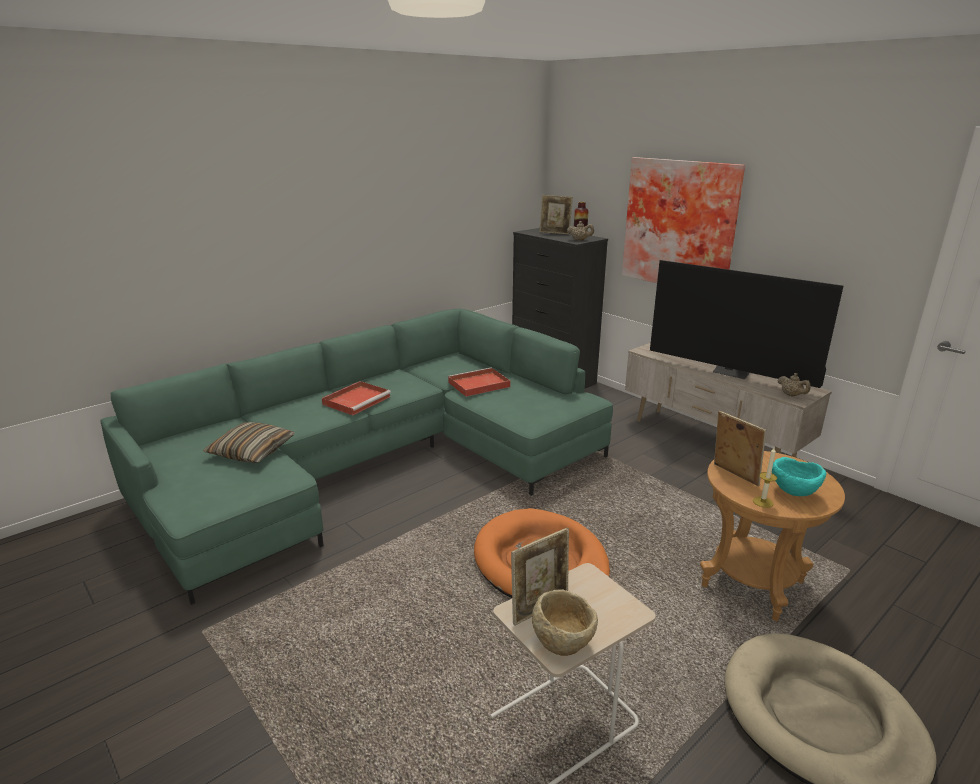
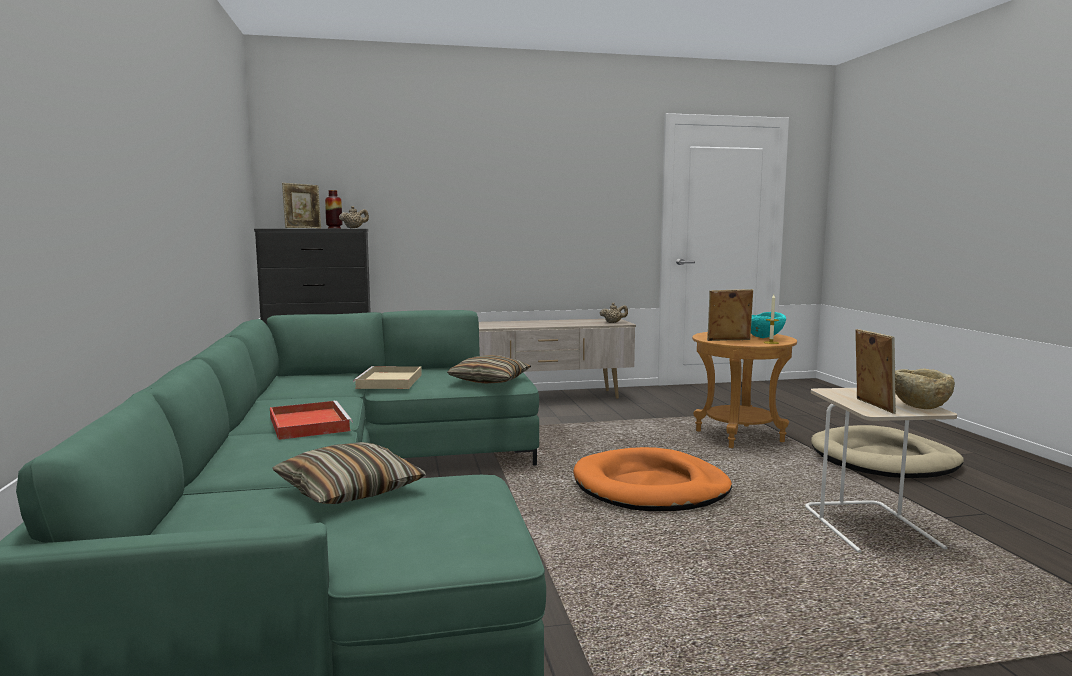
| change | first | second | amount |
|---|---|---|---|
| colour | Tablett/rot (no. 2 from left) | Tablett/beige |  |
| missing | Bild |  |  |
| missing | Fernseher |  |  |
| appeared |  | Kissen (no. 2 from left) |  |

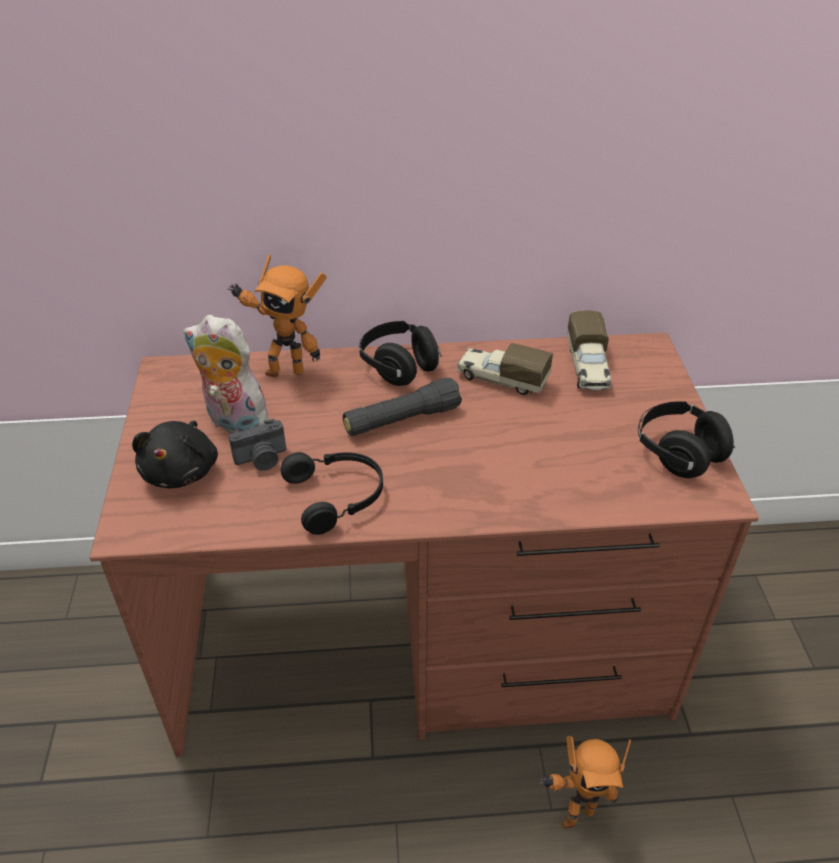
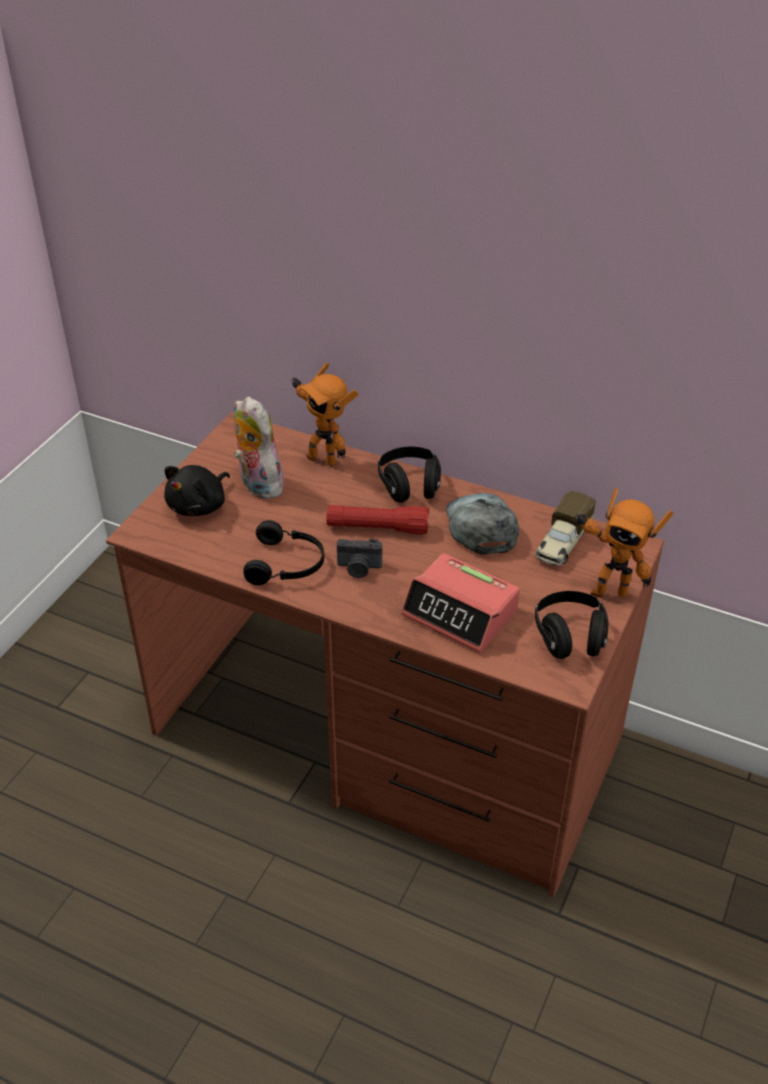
| change | first | second | amount |
|---|---|---|---|
| relocated | Kamera |  |  |
| colour | Taschenlampe/schwarz | Taschenlampe/rot |  |
| exchanged | Spielzeuglaster (no. 1 from left) | Kappe/grau |  |
| relocated | Spielzeugroboter (no. 2 from left) |  |  |
| appeared |  | Wecker |  |

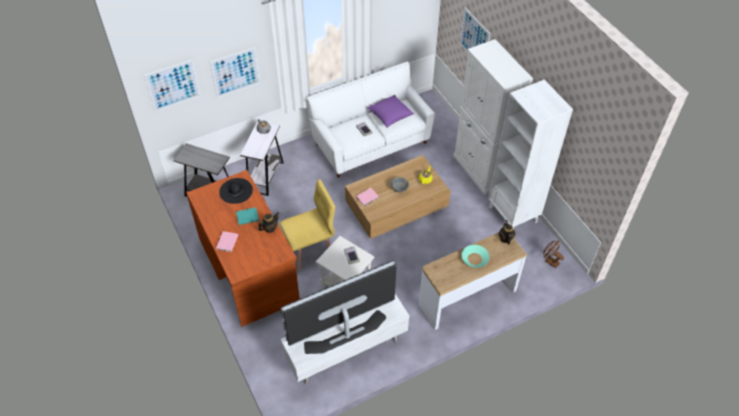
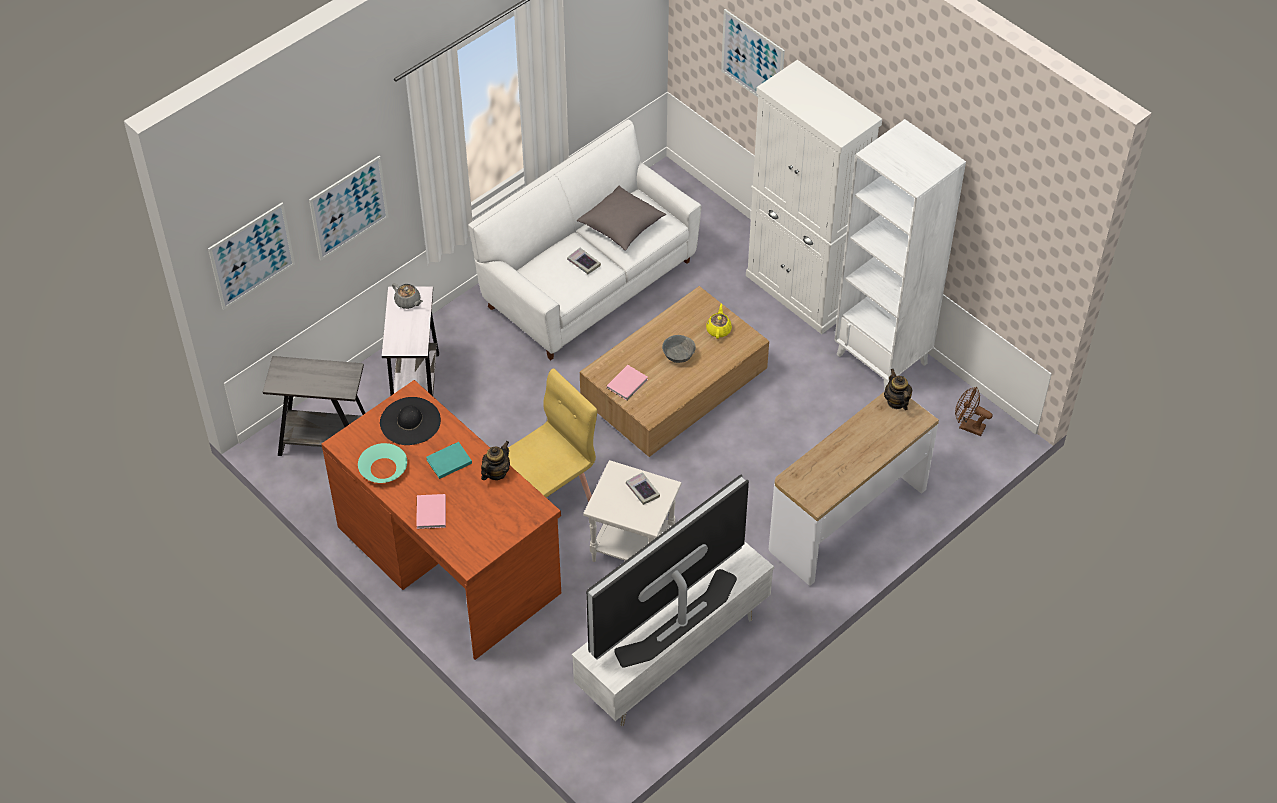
| change | first | second | amount |
|---|---|---|---|
| colour | Kissen/lila | Kissen/grau |  |
| relocated | Schüssel/türkis |  |  |

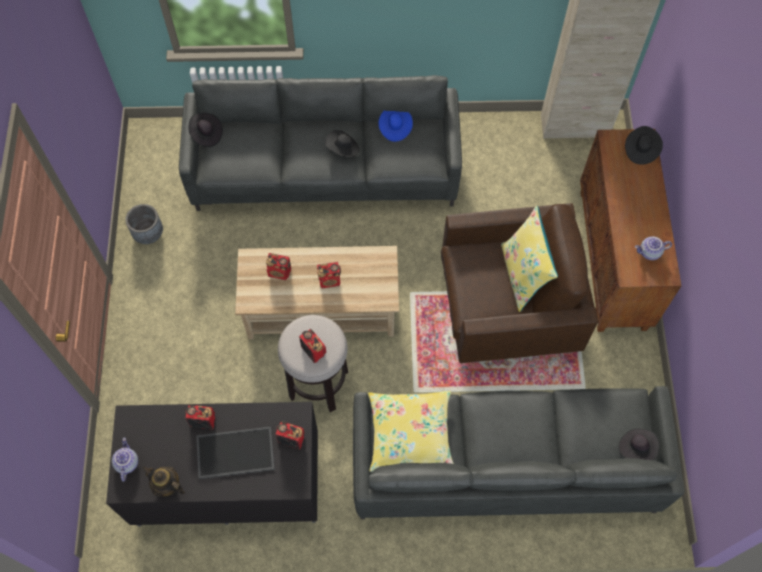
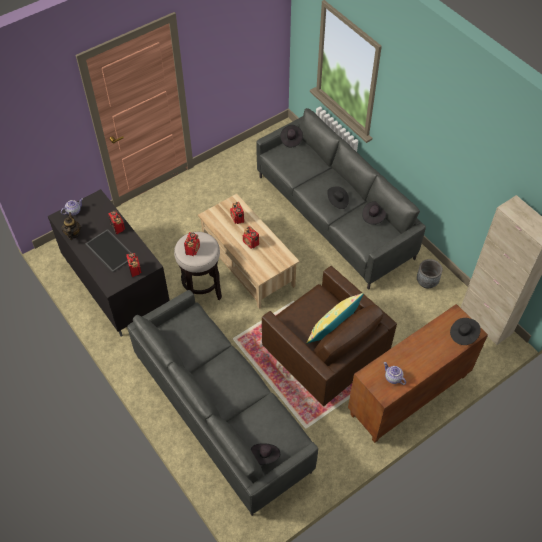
| change | first | second | amount |
|---|---|---|---|
| relocated | Pflanzkübel/grau |  |  |
| missing | Kissen/gelb (no. 1 from left) |  |  |
| colour | Hut/blau | Hut/schwarz (no. 4 from left) |  |

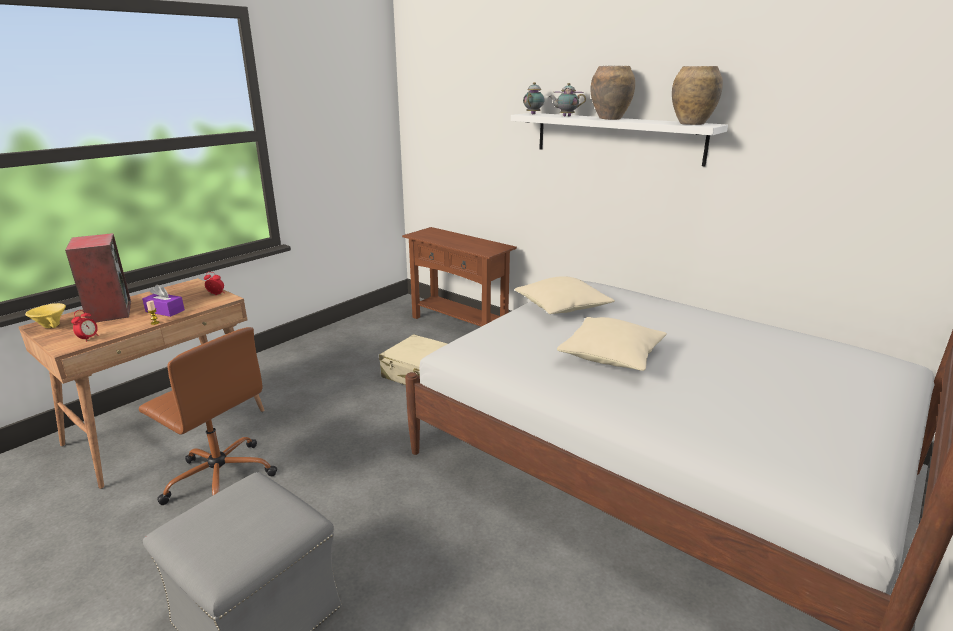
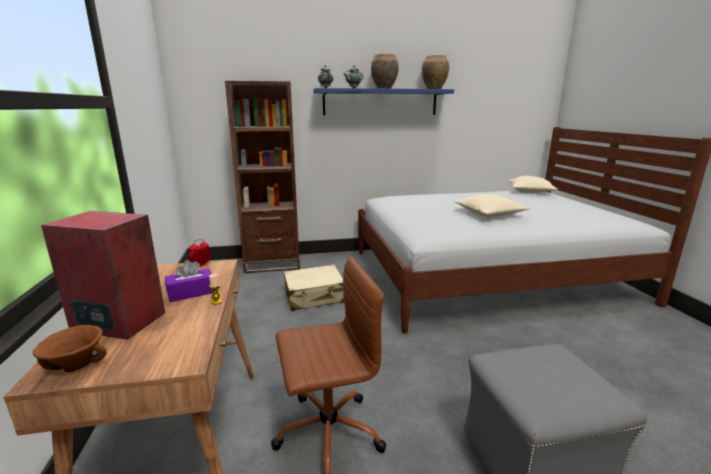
| change | first | second | amount |
|---|---|---|---|
| colour | Schüssel/gelb | Schüssel/braun |  |
| missing | Wecker (no. 1 from left) |  |  |
| exchanged | Konsolentisch/braun | Bücherregal/braun |  |
| colour | Wandregal/weiß | Wandregal/blau |  |
| relocated | Kissen/beige (no. 1 from left in the first image) | Kissen/beige (no. 2 from left) |  |

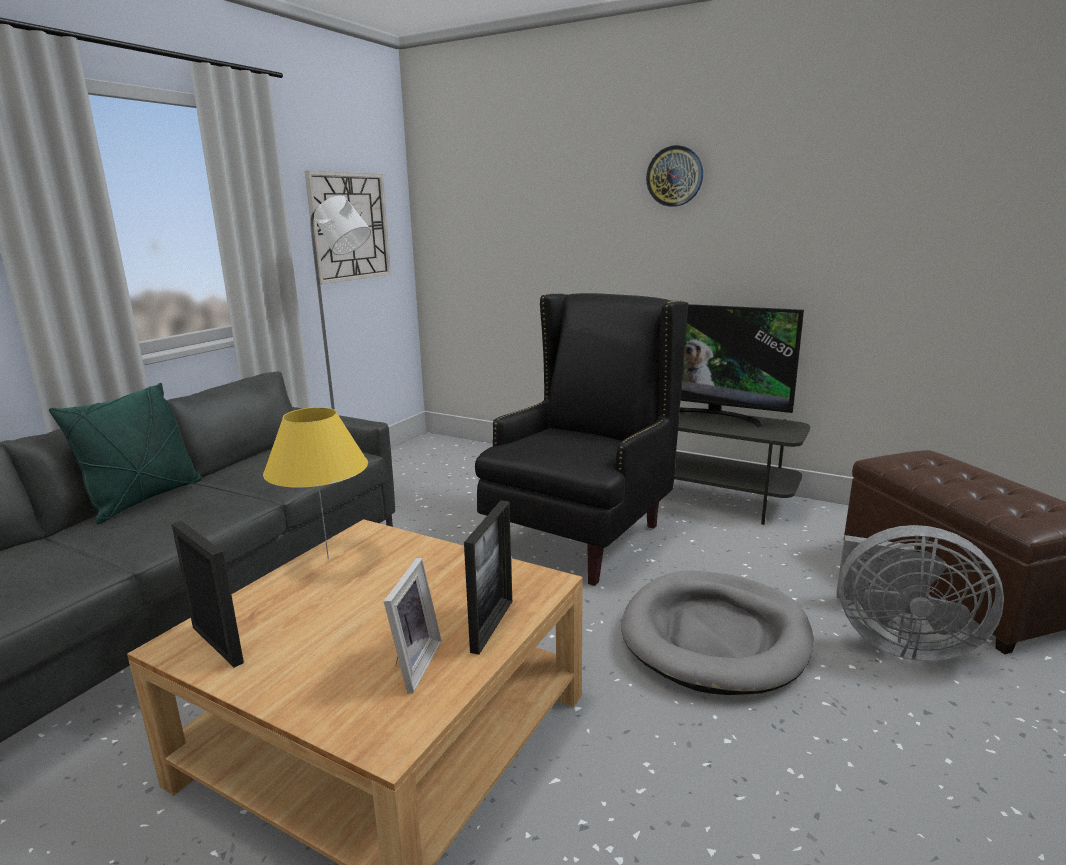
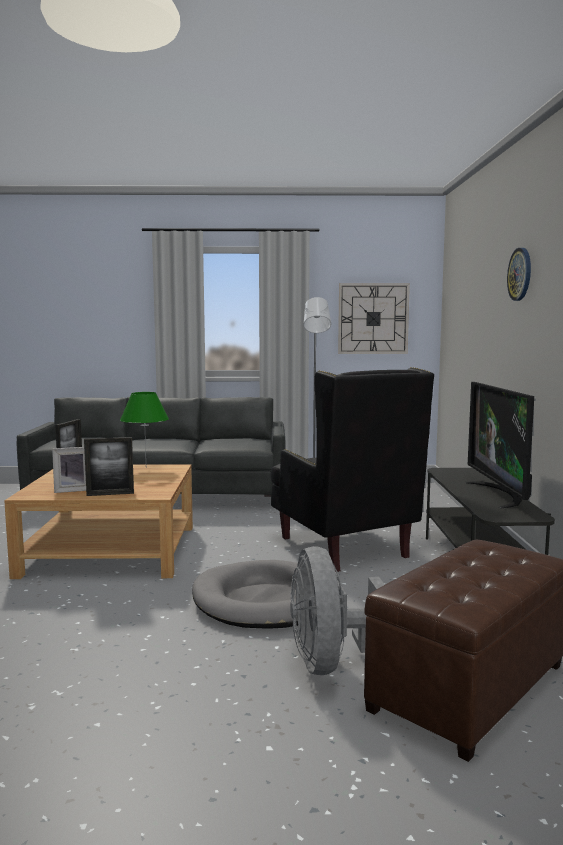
| change | first | second | amount |
|---|---|---|---|
| missing | Kissen/grün |  |  |
| colour | Tischlampe/gelb | Tischlampe/grün |  |
| spun | Sessel/schwarz |  | 60 degrees clockwise |

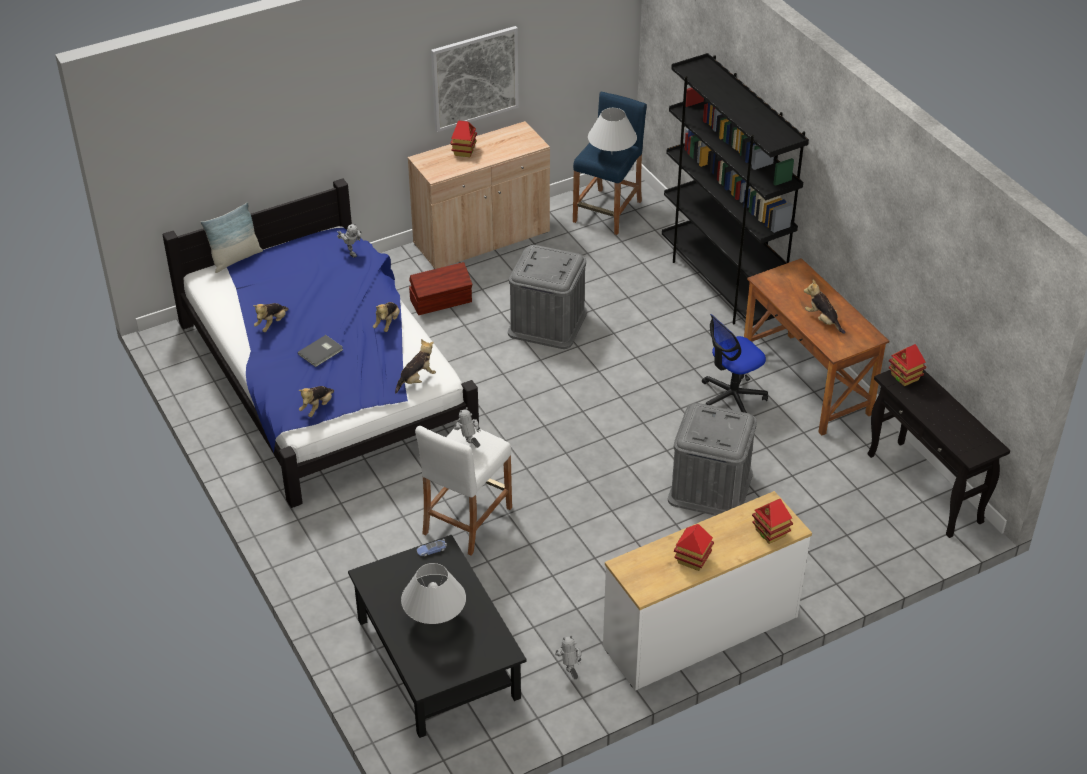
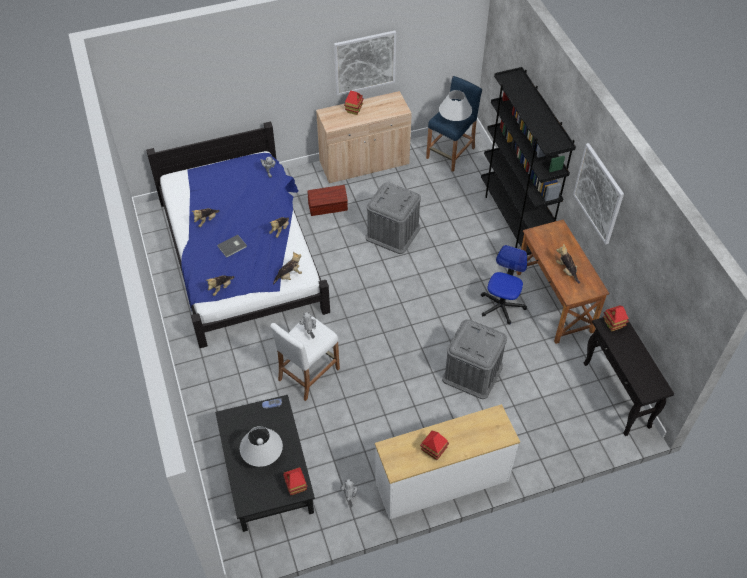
| change | first | second | amount |
|---|---|---|---|
| missing | Kissen |  |  |
| spun | Bürostuhl |  | 135 degrees clockwise |
| relocated | Spielzeughaus (no. 3 from left in the first image) | Spielzeughaus (no. 1 from left) |  |
| appeared |  | Bild (no. 2 from left) |  |

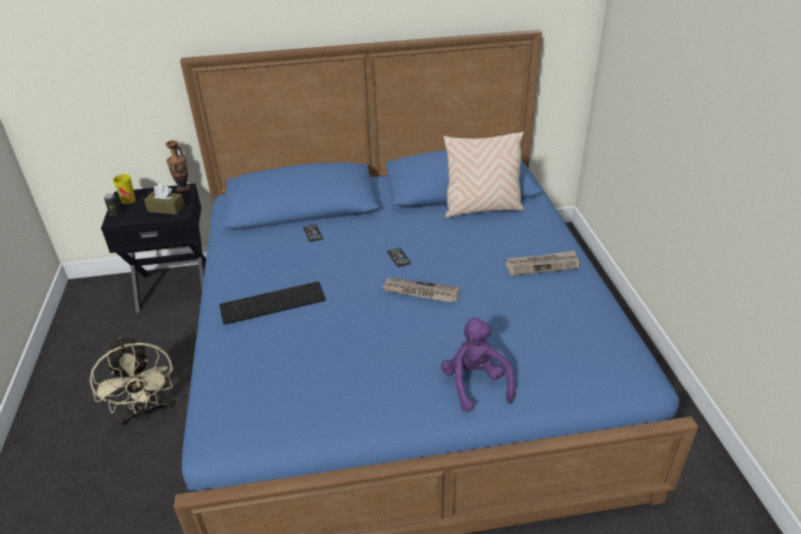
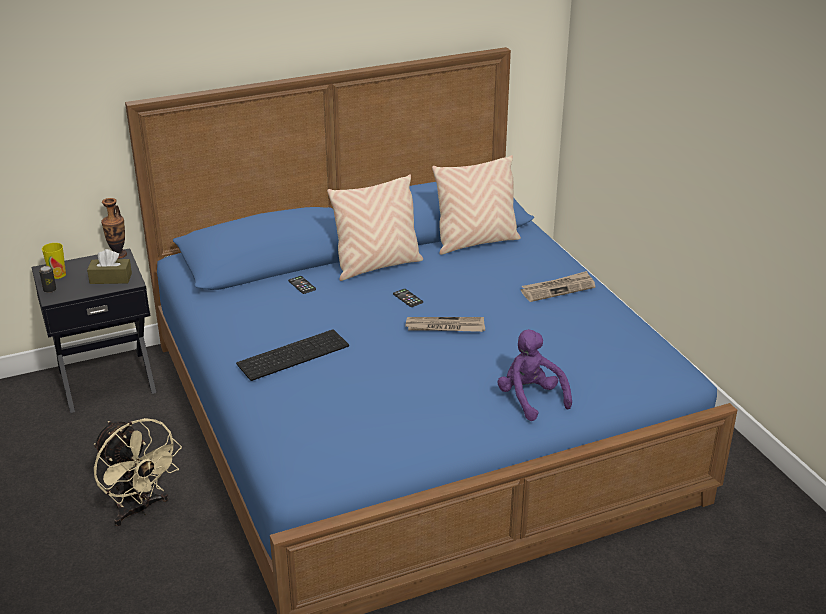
| change | first | second | amount |
|---|---|---|---|
| appeared |  | Kissen/beige (no. 1 from left) |  |

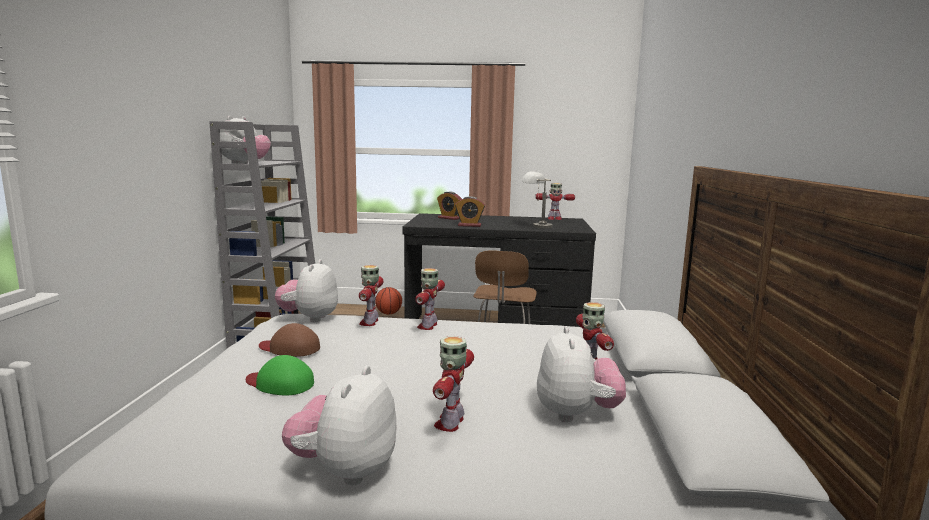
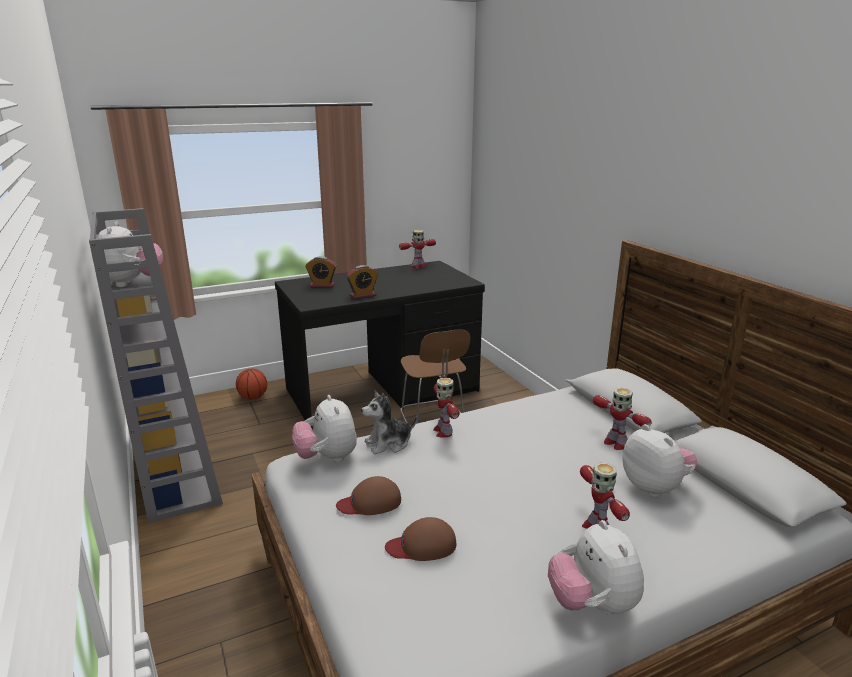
| change | first | second | amount |
|---|---|---|---|
| colour | Kappe/grün | Kappe/braun (no. 2 from left) |  |
| exchanged | Spielzeugroboter (no. 1 from left) | Plüschtier (no. 3 from left) |  |
| missing | Tischlampe/grau |  |  |

